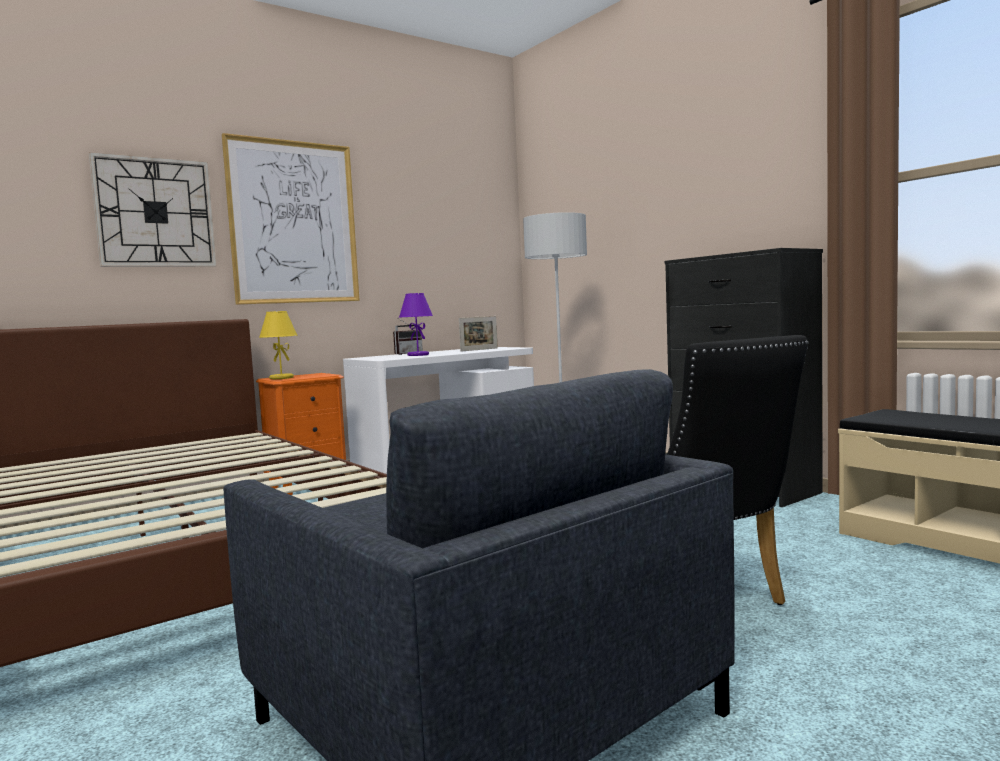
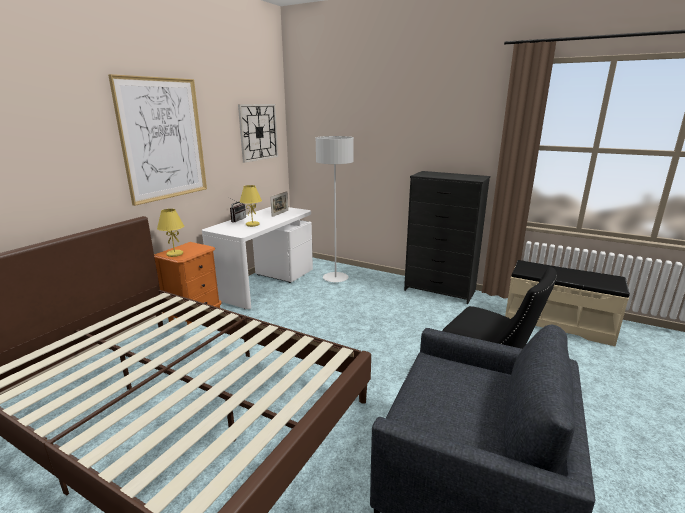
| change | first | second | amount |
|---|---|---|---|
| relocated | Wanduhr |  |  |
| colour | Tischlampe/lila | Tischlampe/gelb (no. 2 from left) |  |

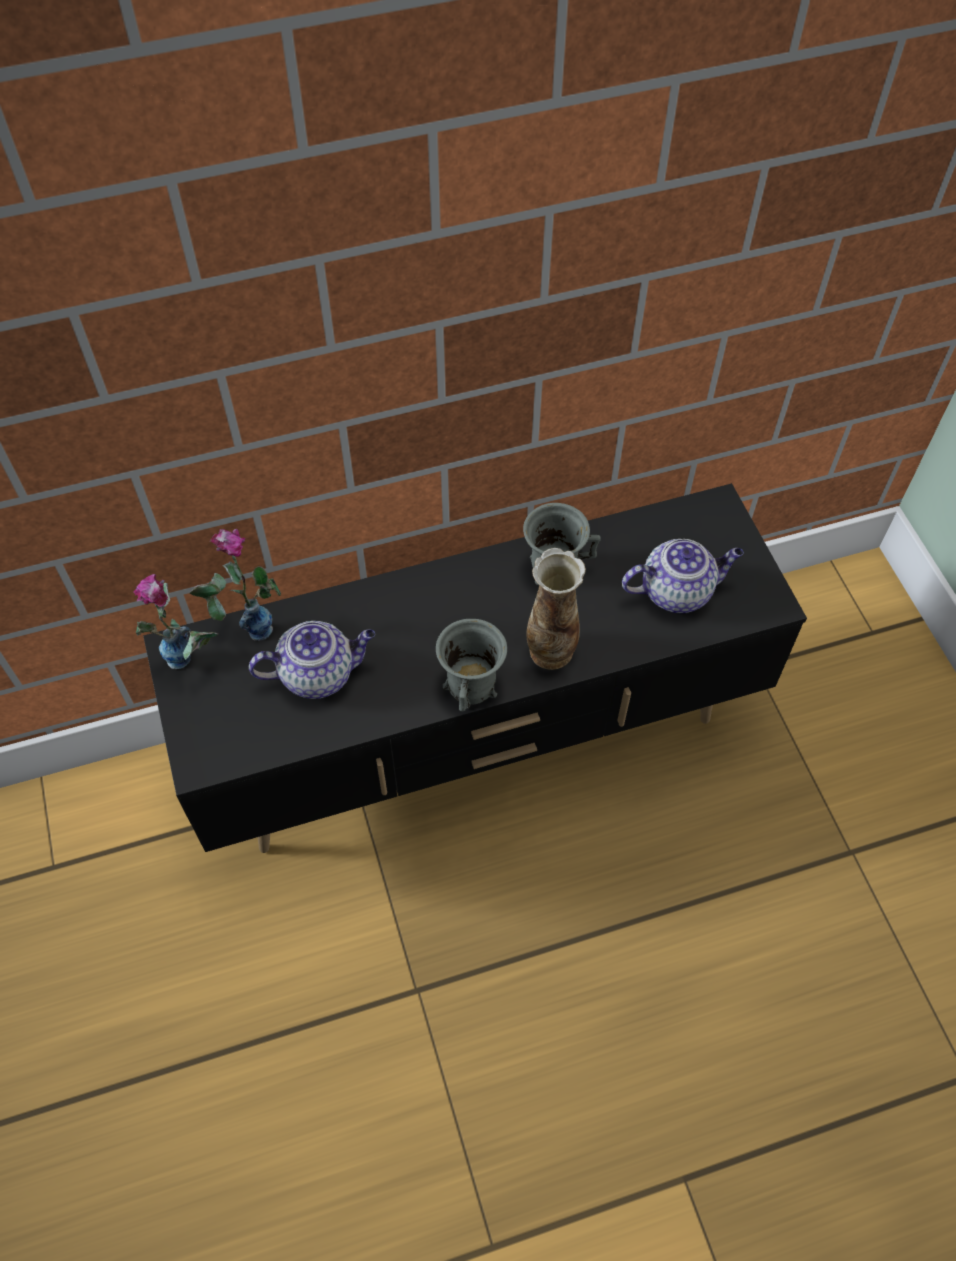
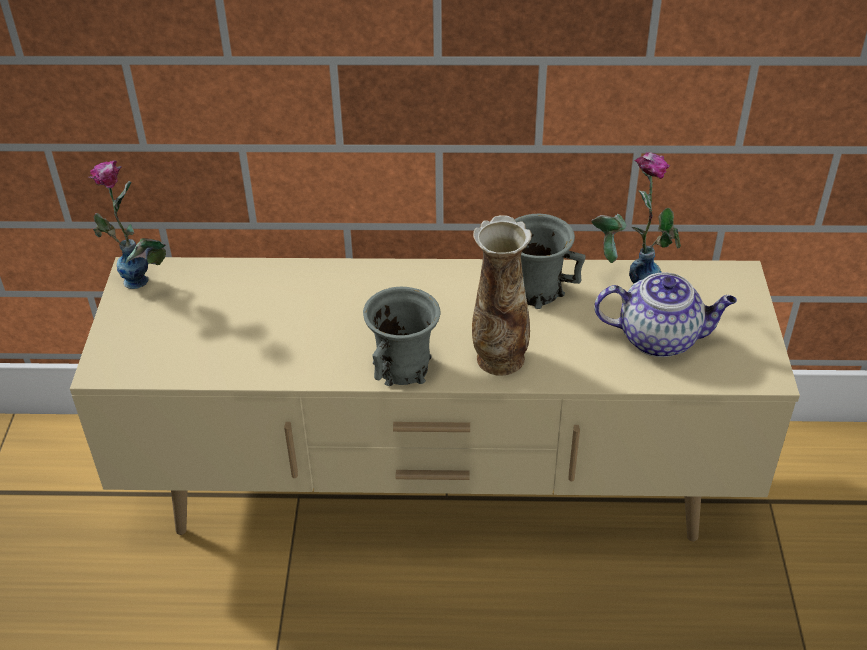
| change | first | second | amount |
|---|---|---|---|
| colour | Fernsehschrank/schwarz | Fernsehschrank/beige |  |
| relocated | Vase (no. 2 from left in the first image) | Vase (no. 3 from left) |  |
| missing | Teekanne (no. 1 from left) |  |  |

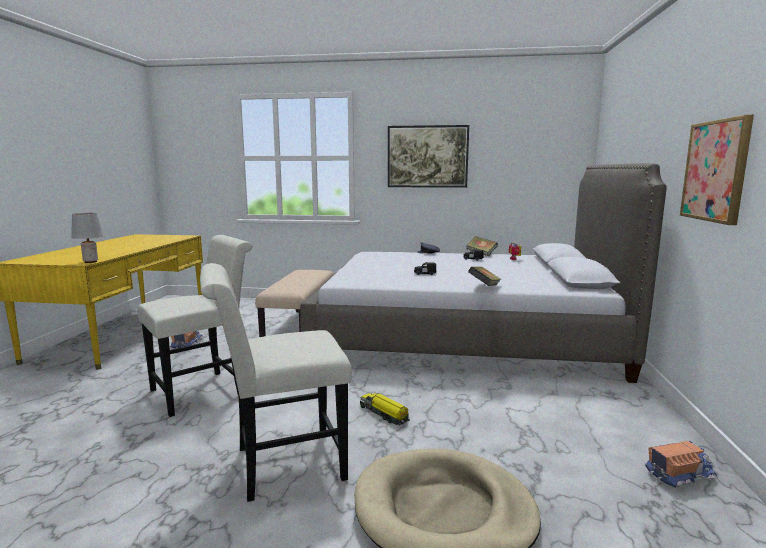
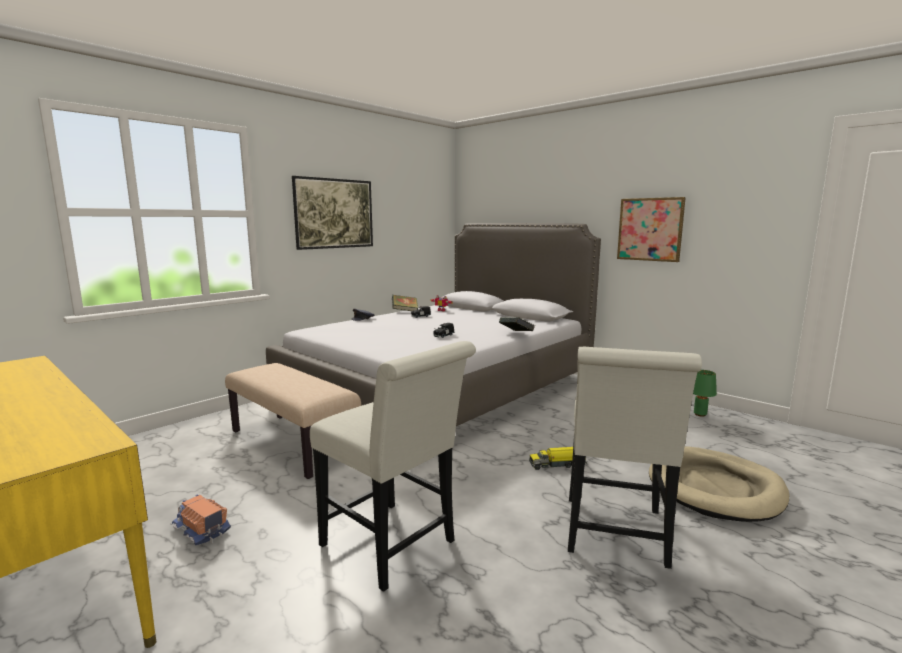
| change | first | second | amount |
|---|---|---|---|
| missing | Tischlampe/grau |  |  |
| spun | Stuhl/weiß (no. 1 from left) |  | 135 degrees clockwise |
| exchanged | Spielzeuglaster (no. 3 from left) | Tischlampe/grün |  |

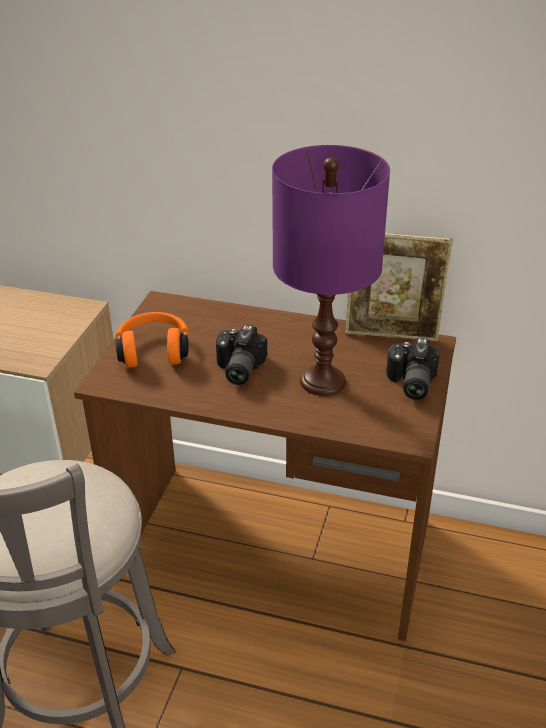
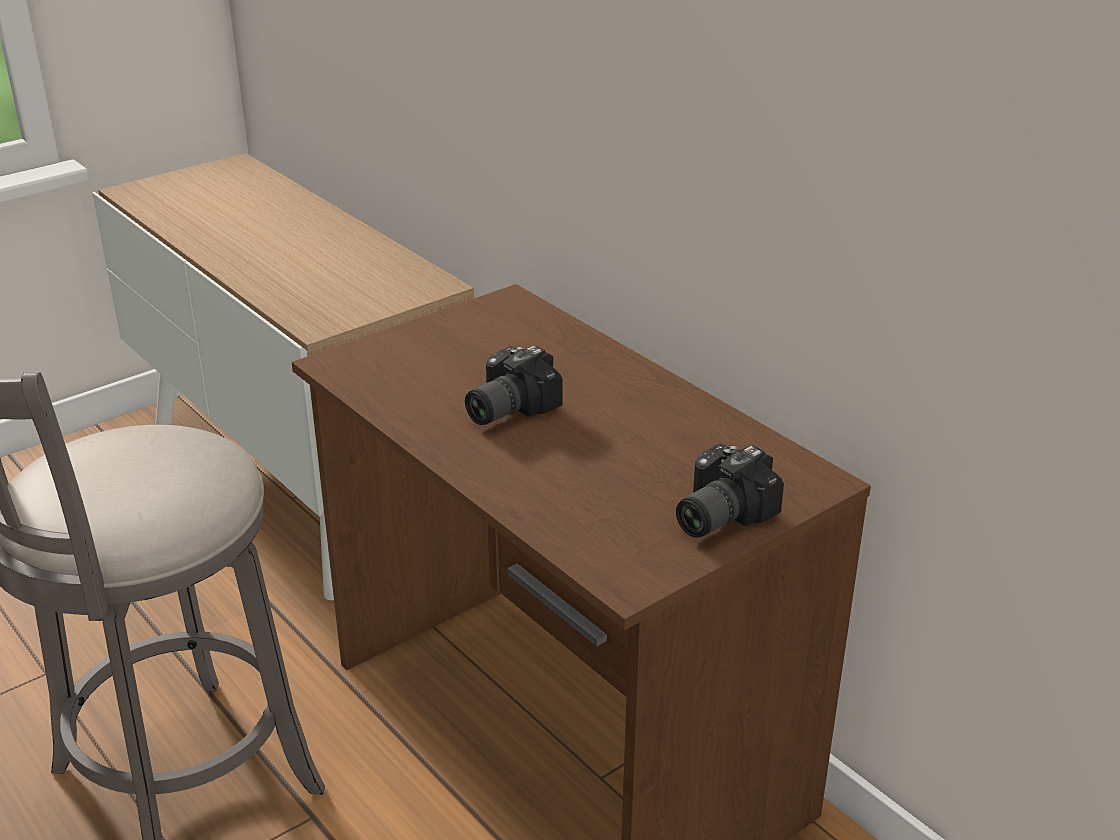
| change | first | second | amount |
|---|---|---|---|
| missing | Kopfhörer/orange |  |  |
| missing | Tischlampe/lila |  |  |
| missing | Bilderrahmen |  |  |

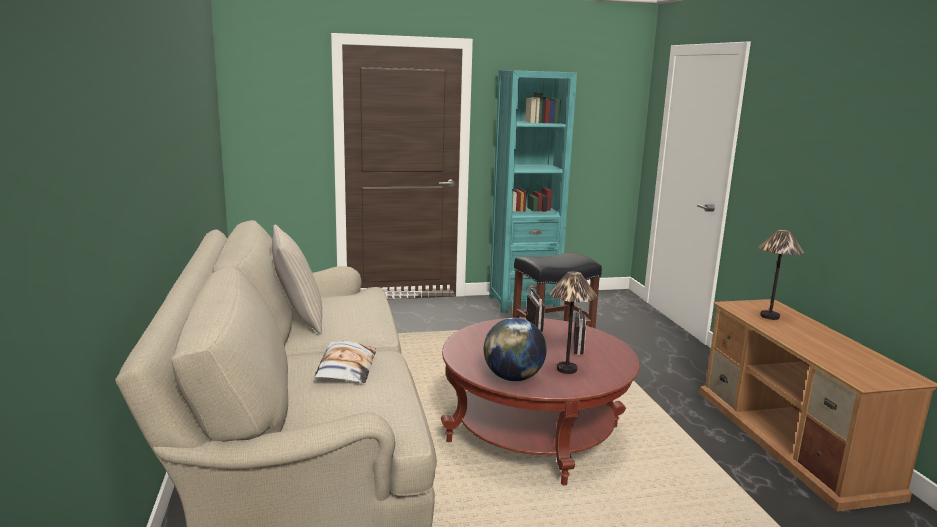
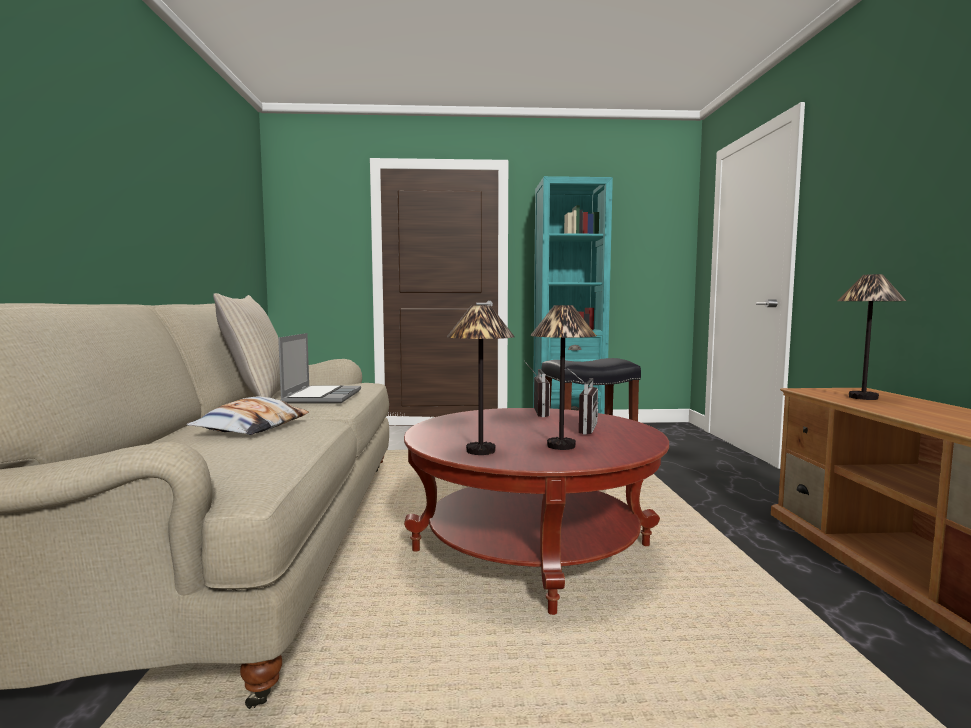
| change | first | second | amount |
|---|---|---|---|
| exchanged | Globus | Tischlampe (no. 1 from left) |  |
| appeared |  | Laptop |  |

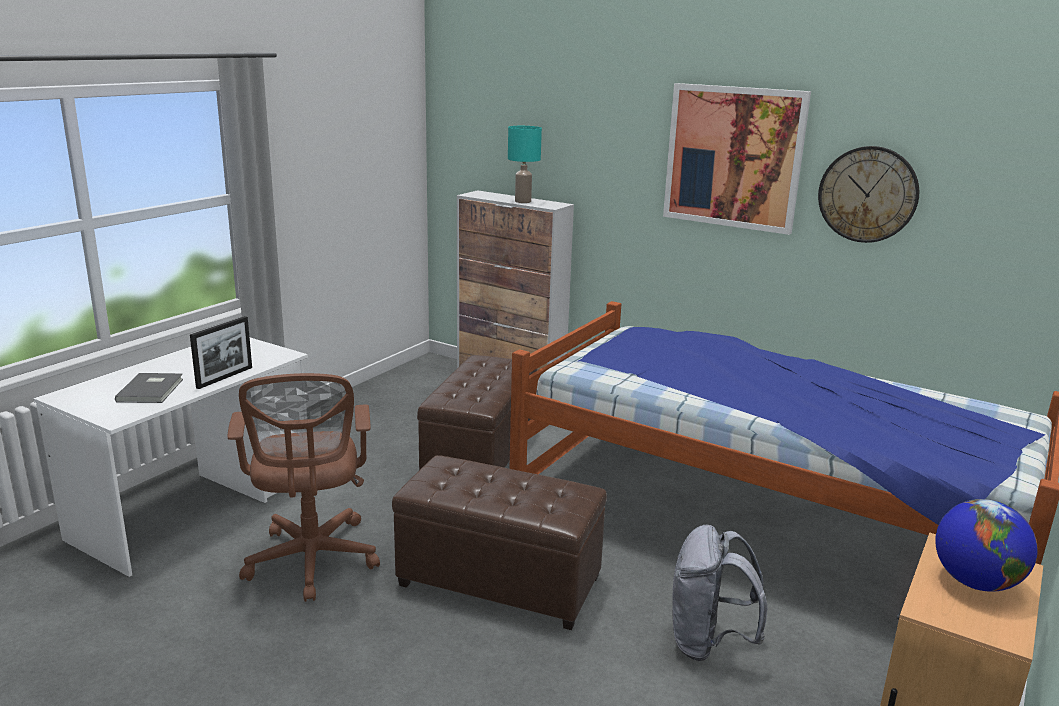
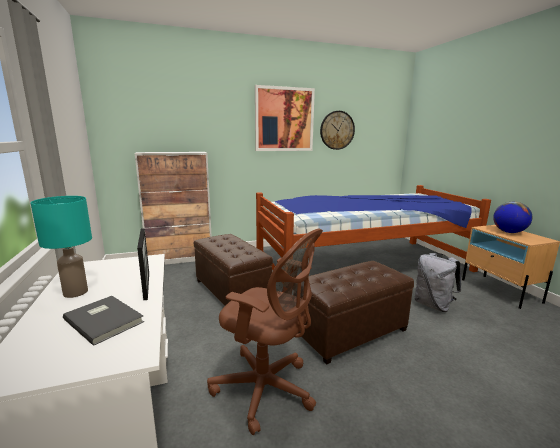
| change | first | second | amount |
|---|---|---|---|
| relocated | Tischlampe/türkis |  |  |

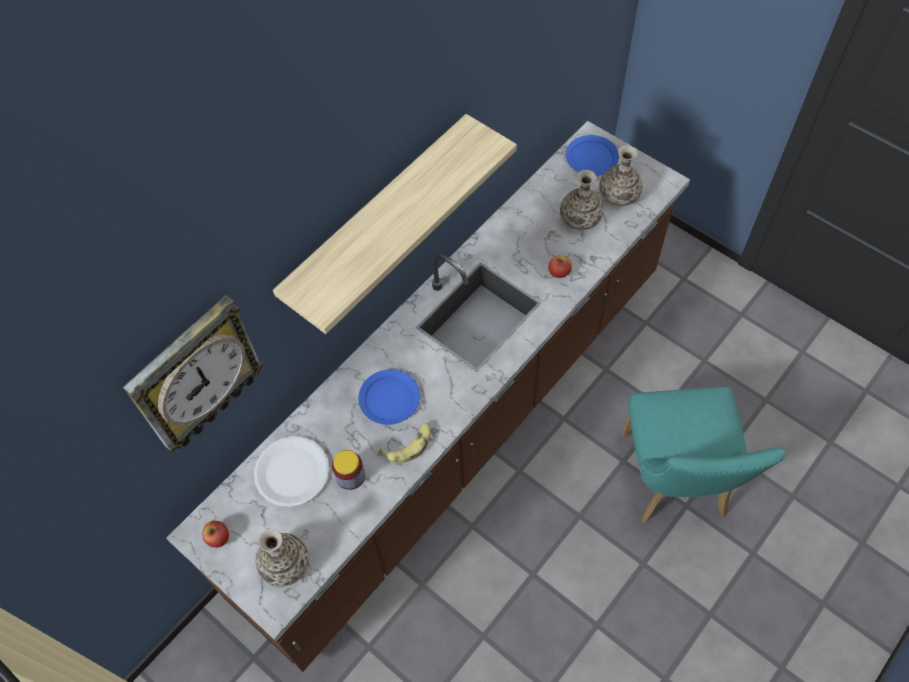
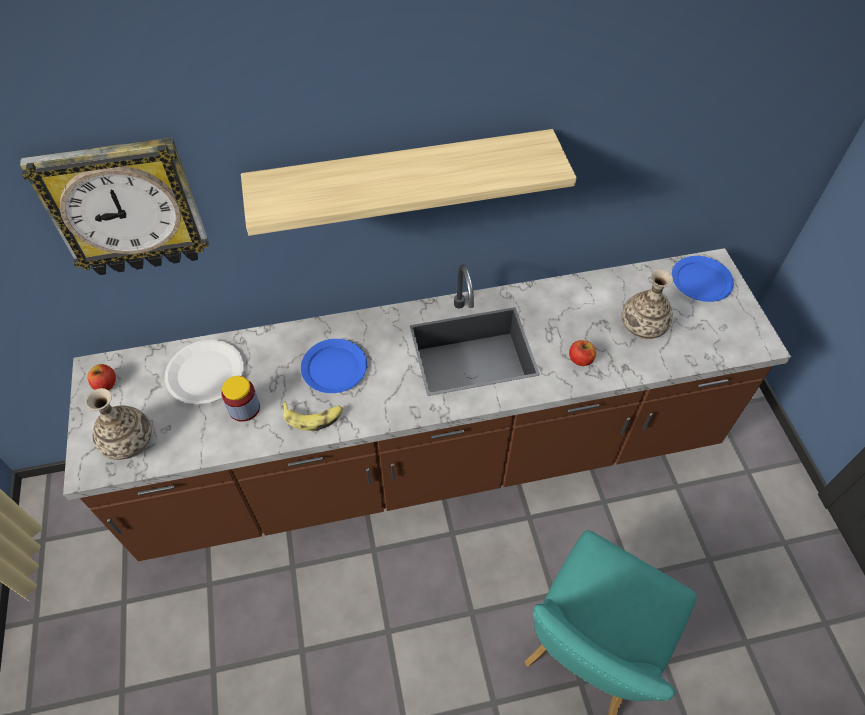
| change | first | second | amount |
|---|---|---|---|
| missing | Vase (no. 3 from left) |  |  |

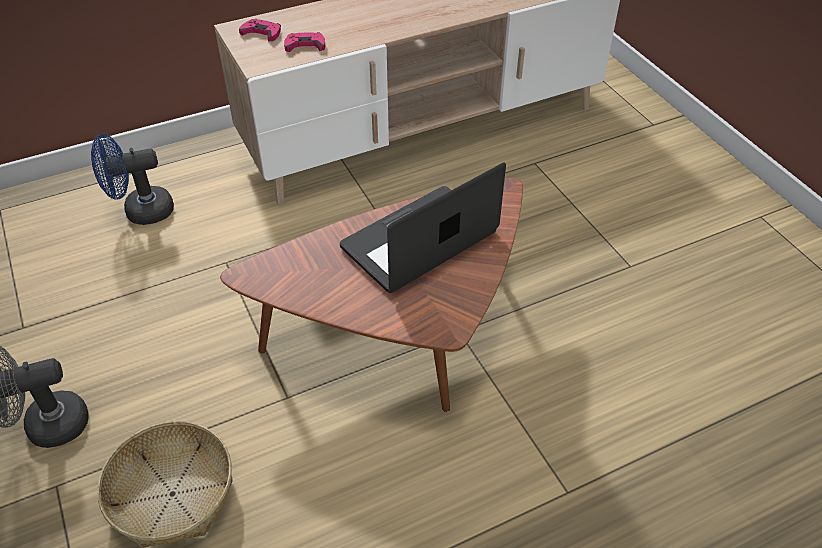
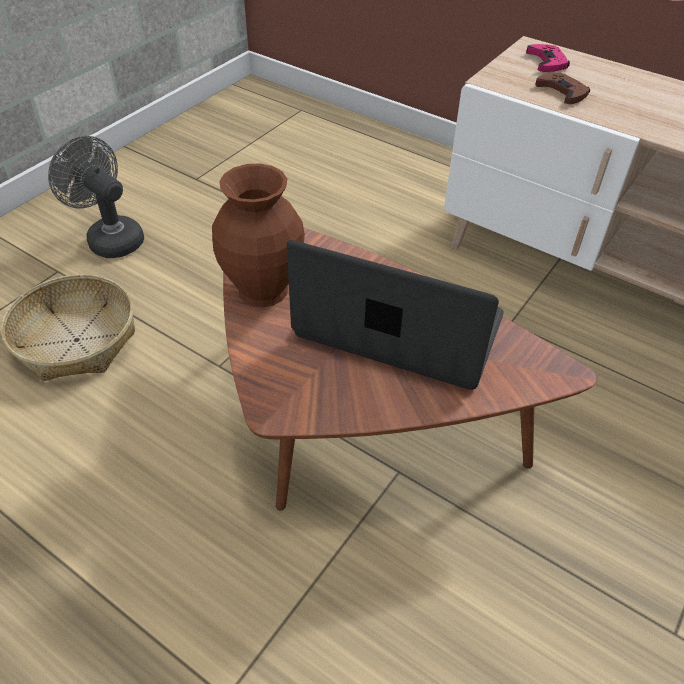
| change | first | second | amount |
|---|---|---|---|
| missing | Ventilator/blau |  |  |
| colour | Gamepad/rosa (no. 2 from left) | Gamepad/braun |  |
| appeared |  | Vase/braun |  |

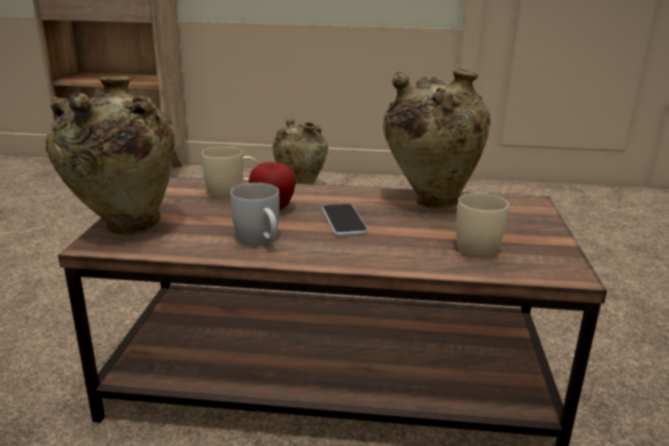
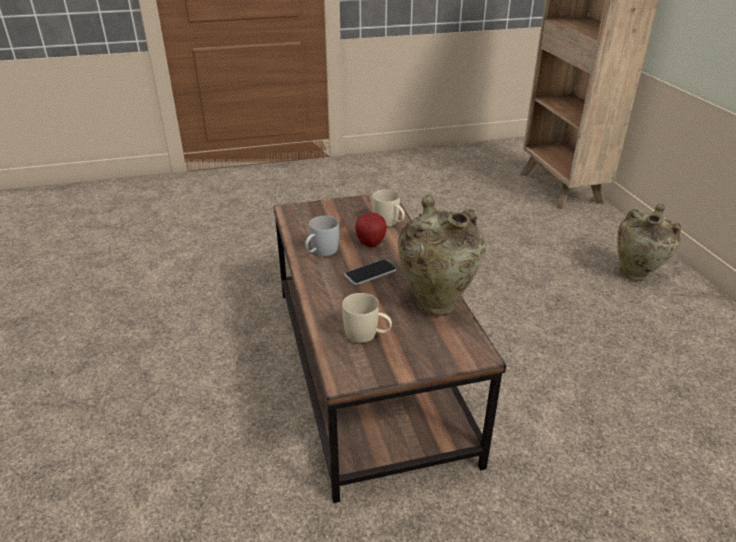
| change | first | second | amount |
|---|---|---|---|
| missing | Vase/beige (no. 1 from left) |  |  |

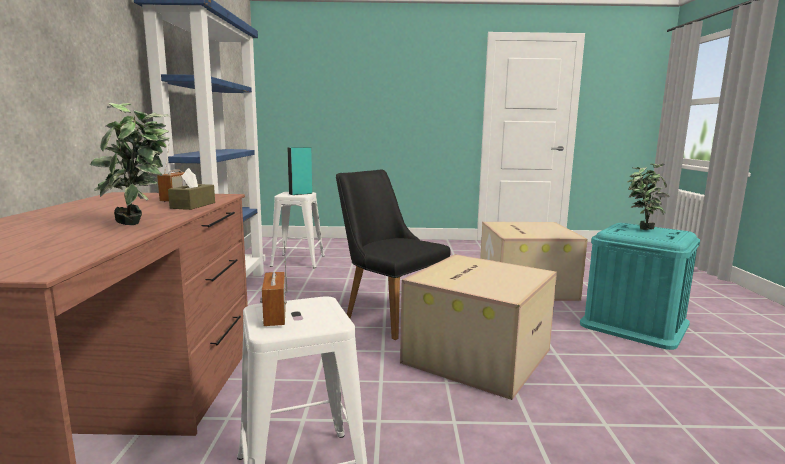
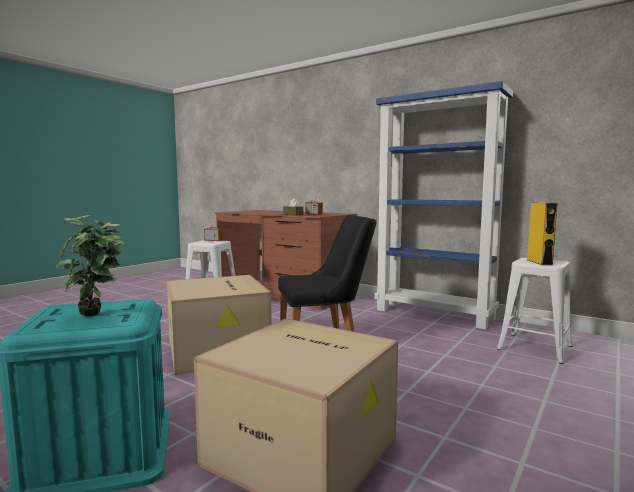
| change | first | second | amount |
|---|---|---|---|
| missing | Topfpflanze (no. 1 from left) |  |  |
| colour | Lautsprecher/türkis | Lautsprecher/gelb |  |

